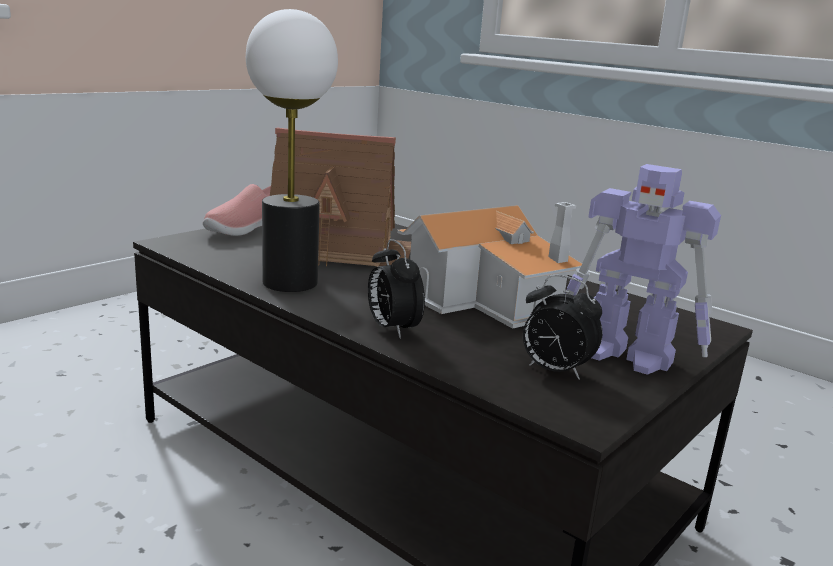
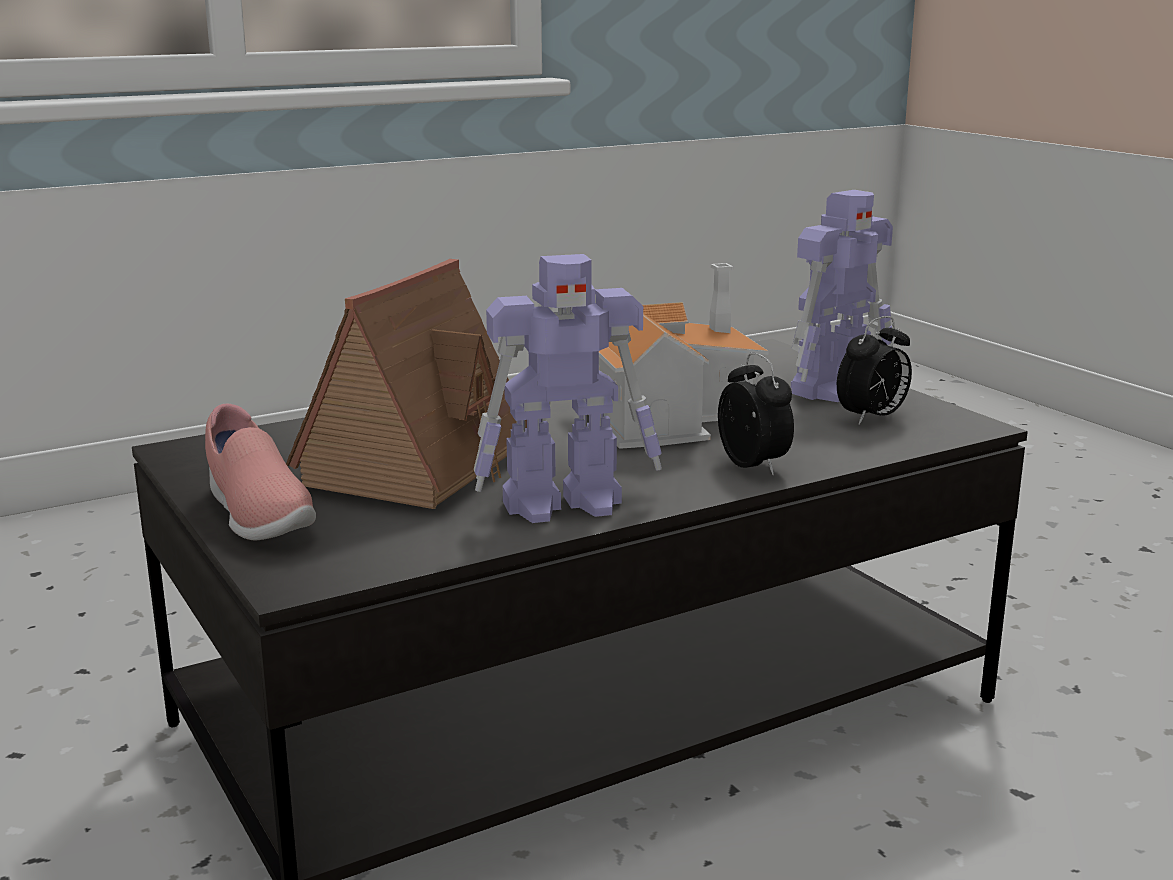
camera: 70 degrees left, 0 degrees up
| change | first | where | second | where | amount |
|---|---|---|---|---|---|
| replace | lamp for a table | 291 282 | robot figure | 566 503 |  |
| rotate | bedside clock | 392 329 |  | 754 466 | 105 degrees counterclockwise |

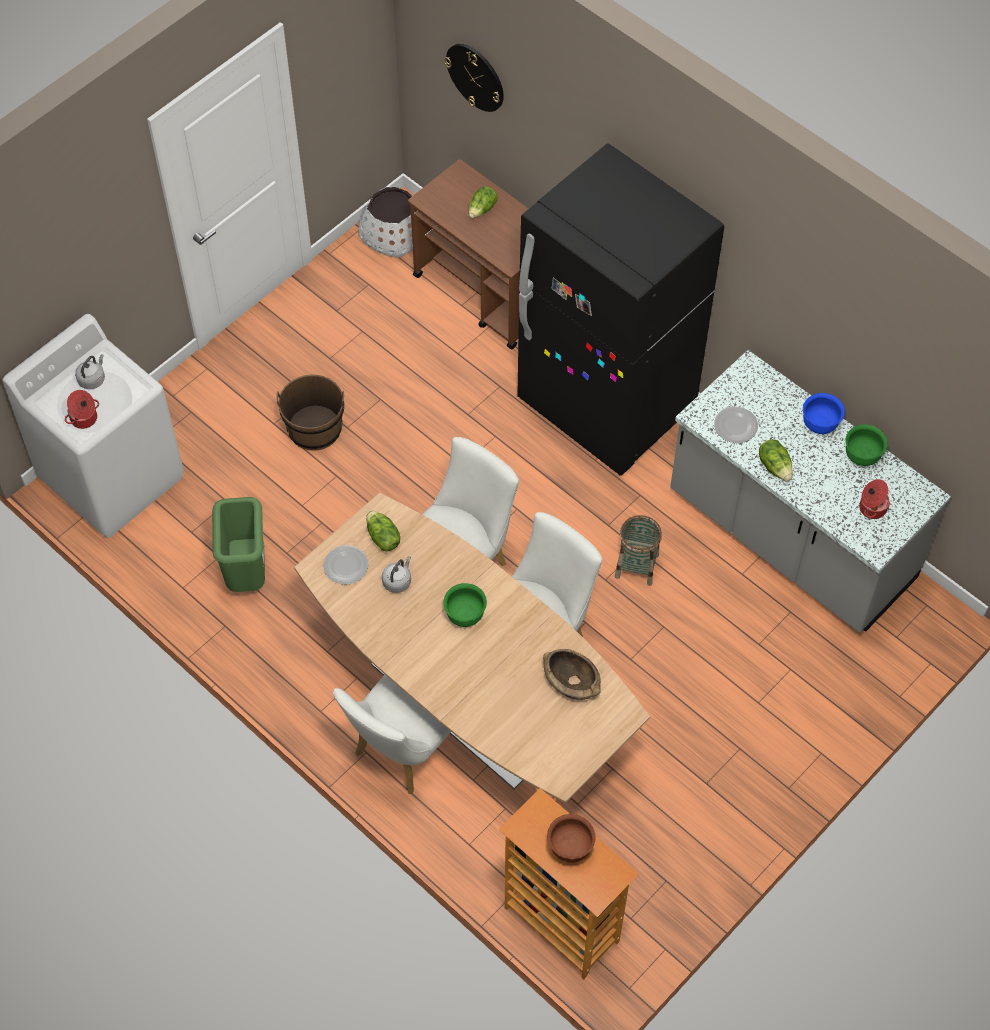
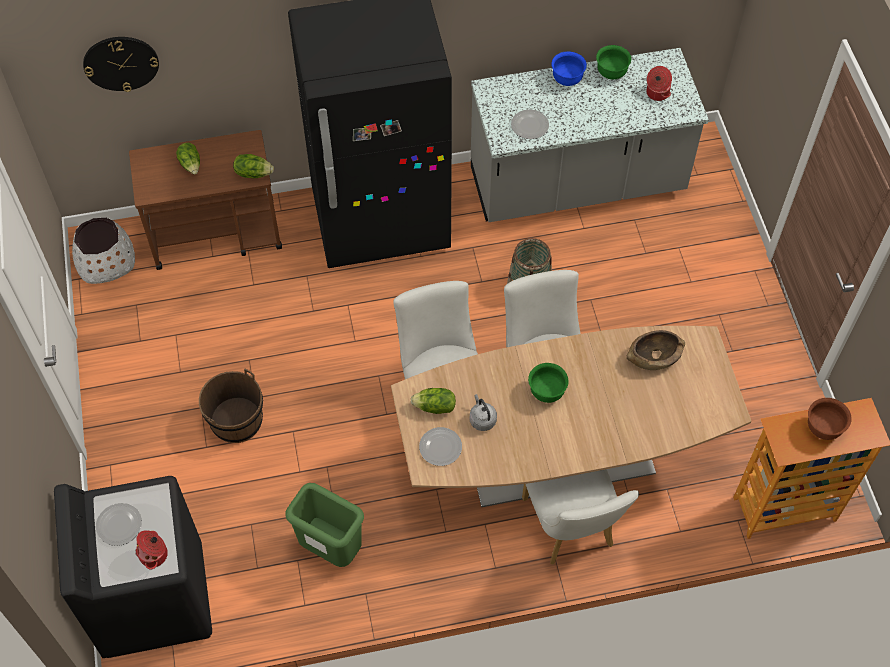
camera: 55 degrees left, 0 degrees up
| change | first | where | second | where | amount |
|---|---|---|---|---|---|
| recolor | laundry machine (white) | 113 477 | laundry machine (black-coloured) | 153 598 |  |
| replace | kettle (gray) | 92 379 | dinner plate | 118 525 |  |
| move | lettuce | 775 466 |  | 253 173 |  |

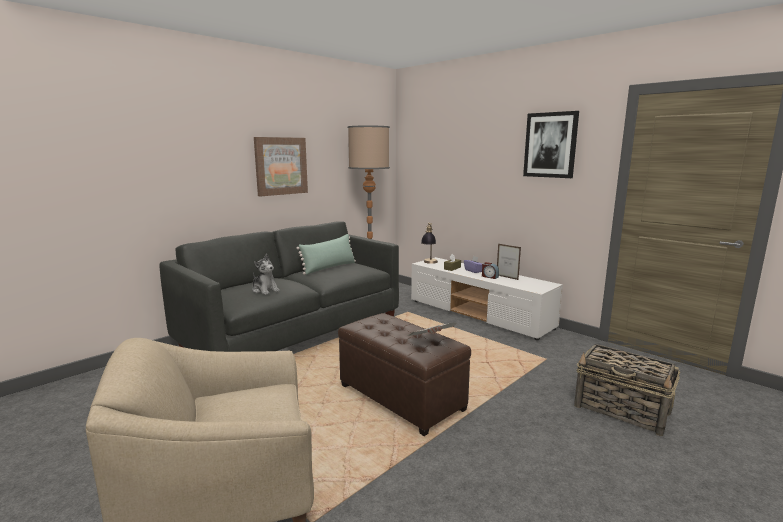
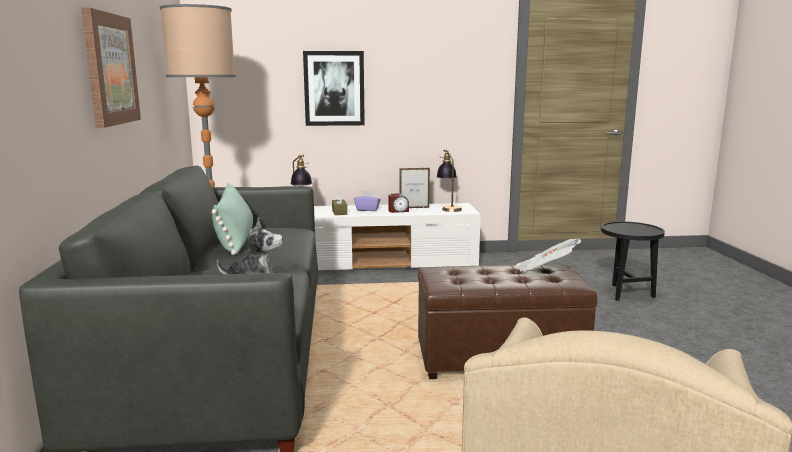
camera: 50 degrees left, 0 degrees up
| change | first | where | second | where | amount |
|---|---|---|---|---|---|
| move | wall art | 550 145 |  | 334 88 |  |
| insert |  |  | lamp for a table | 448 207 |  |
| replace | household basket | 622 410 | side table (black-coloured) | 625 292 |  |

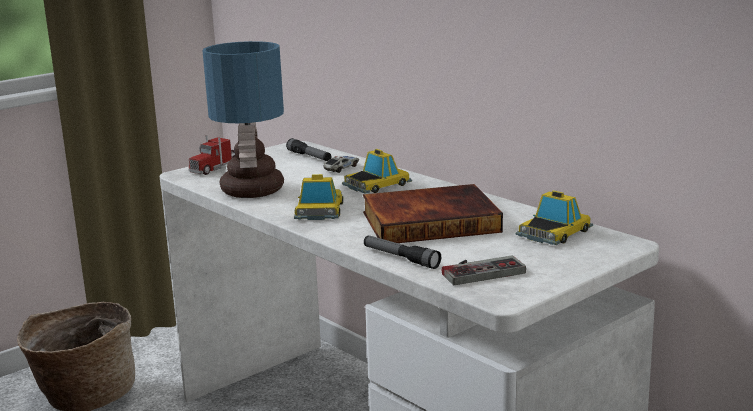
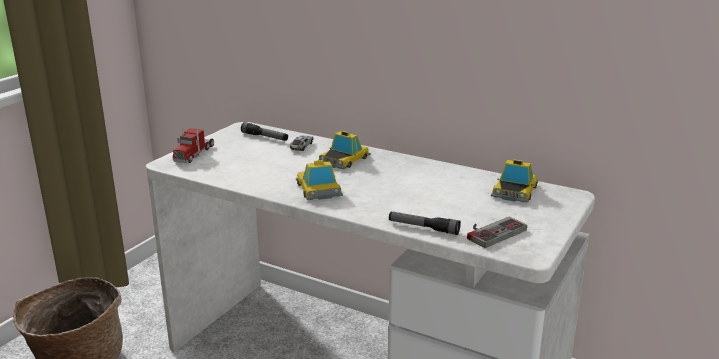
camera: 20 degrees left, 5 degrees up
| change | first | where | second | where | amount |
|---|---|---|---|---|---|
| delete | lamp for a table | 253 191 |  |  |  |
| delete | volume | 430 221 |  |  |  |

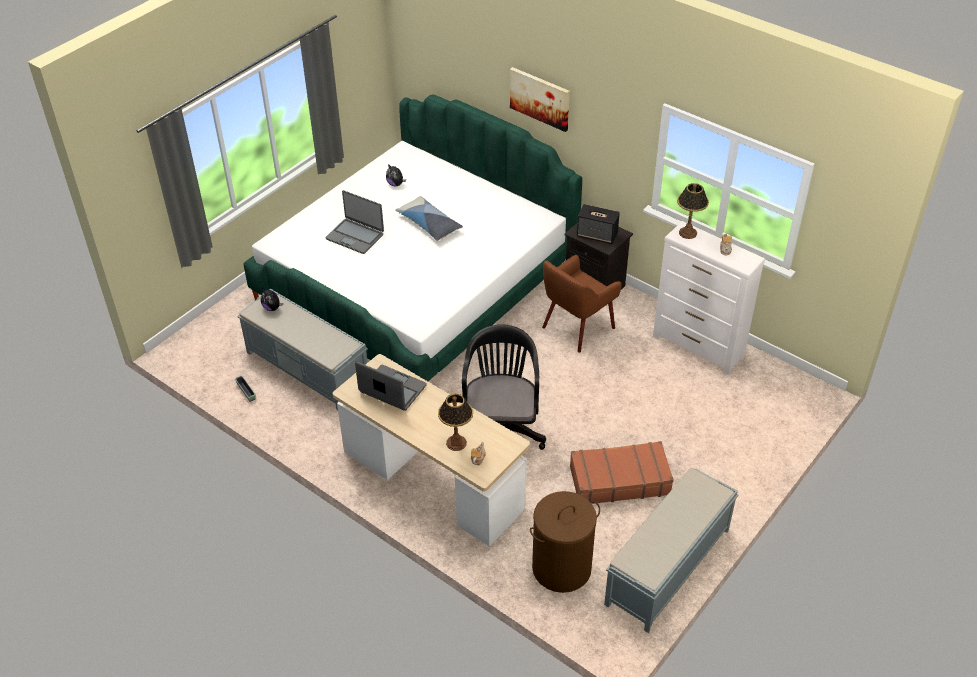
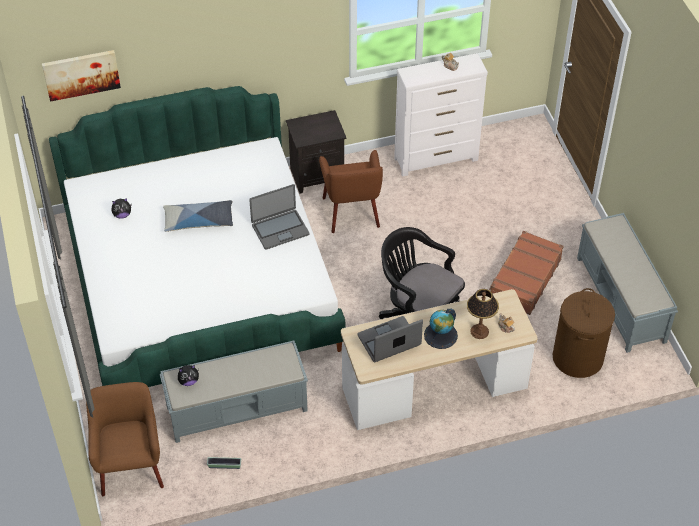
camera: 55 degrees left, 5 degrees up
| change | first | where | second | where | amount |
|---|---|---|---|---|---|
| move | wall art | 540 98 |  | 81 74 |  |
| insert |  |  | armchair (brownish) | 131 466 |  |
| move | portable computer | 355 236 |  | 280 229 |  |
| insert |  |  | globe | 440 335 |  |
| delete | loudspeaker | 597 235 |  |  |  |
| delete | lamp for a table | 688 233 |  |  |  |

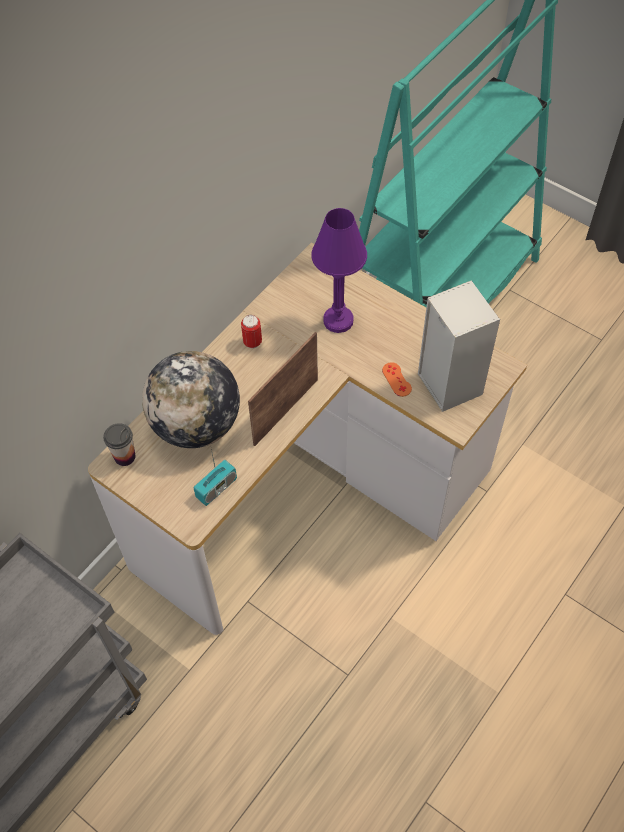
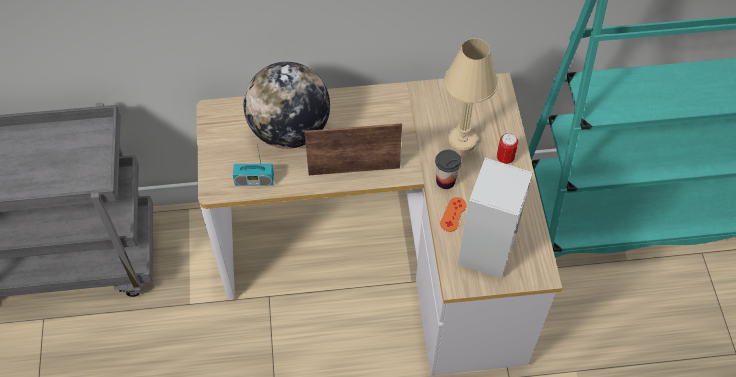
camera: 45 degrees right, 0 degrees up
| change | first | where | second | where | amount |
|---|---|---|---|---|---|
| move | small cup | 125 456 |  | 445 181 |  |
| recolor | lamp for a table (purple-coloured) | 338 320 | lamp for a table (beige-coloured) | 462 141 |  |
| move | metal can | 252 342 |  | 505 158 |  |

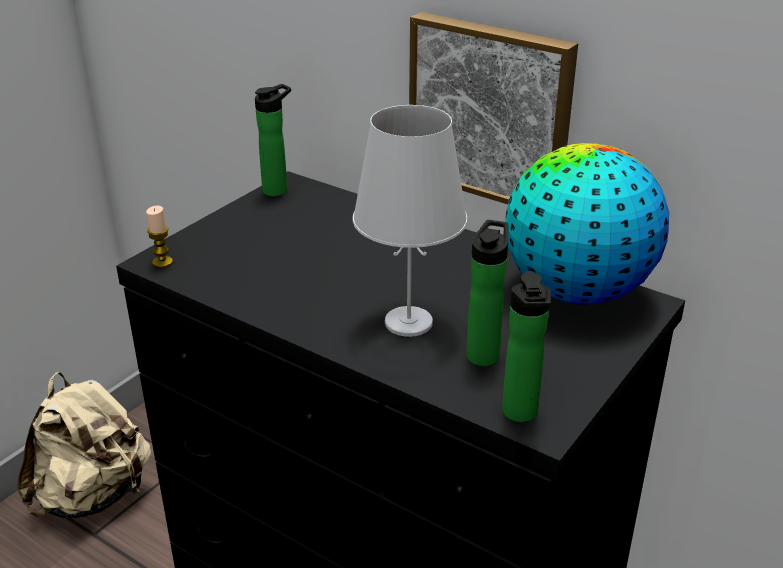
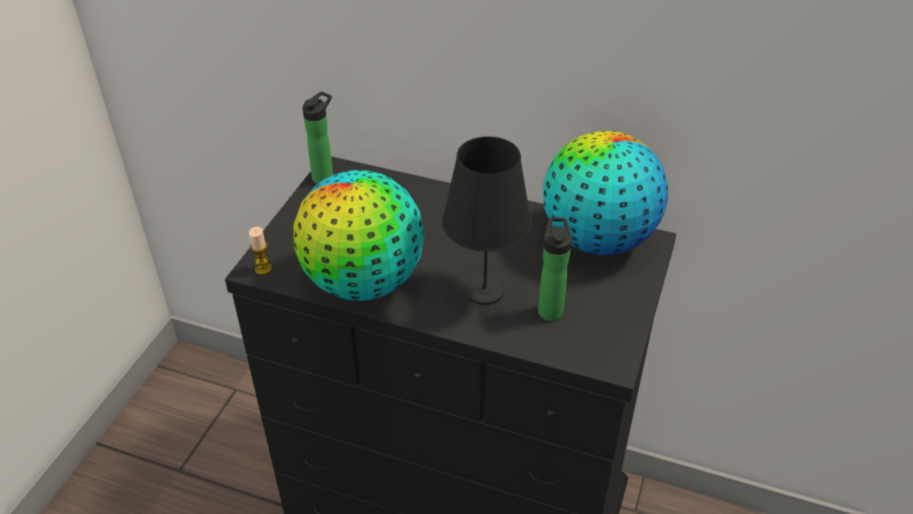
camera: 15 degrees left, 10 degrees up
| change | first | where | second | where | amount |
|---|---|---|---|---|---|
| insert |  |  | globe | 364 282 |  |
| recolor | lamp for a table (white) | 409 322 | lamp for a table (black-coloured) | 485 291 |  |
| delete | rucksack (beige-coloured) | 93 495 |  |  |  |
| delete | wall art | 491 111 |  |  |  |
| delete | bottle | 520 415 |  |  |  |

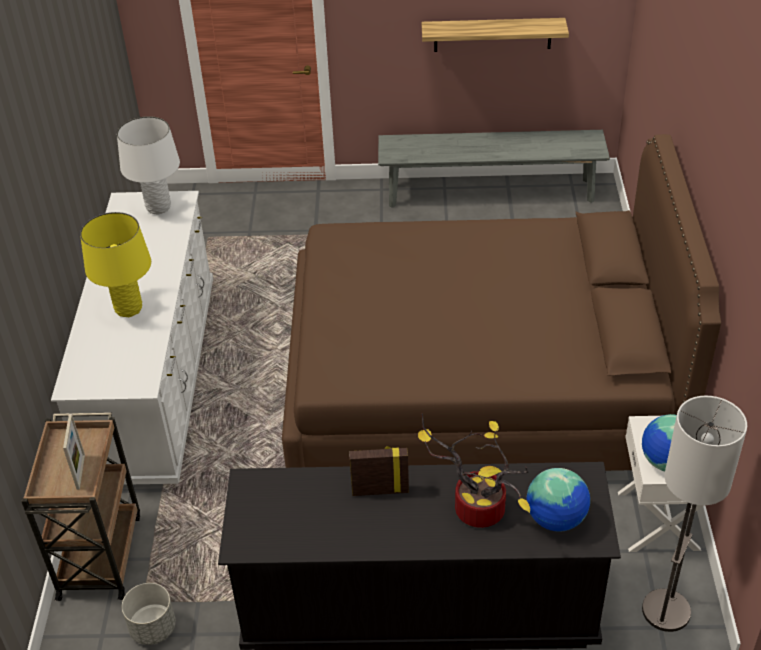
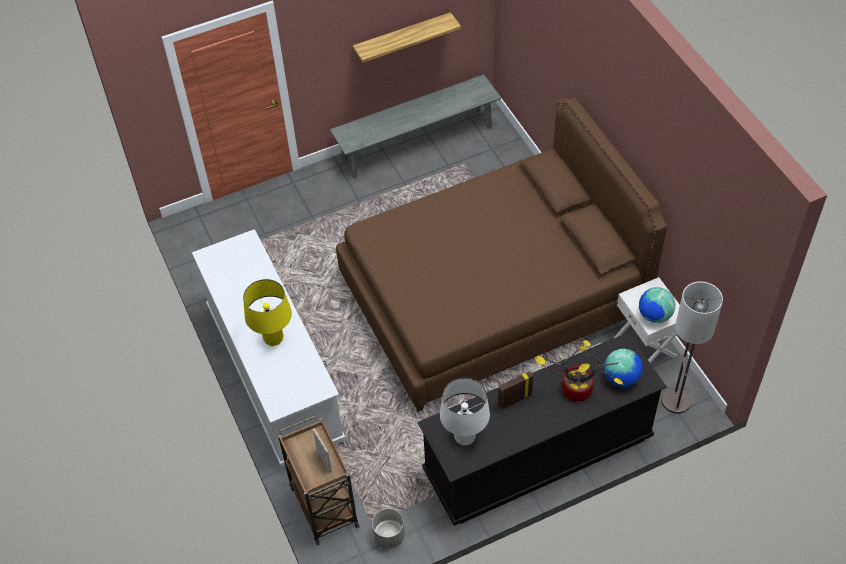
camera: 25 degrees left, 10 degrees up
| change | first | where | second | where | amount |
|---|---|---|---|---|---|
| move | lamp for a table (white) | 158 207 |  | 465 437 |  |

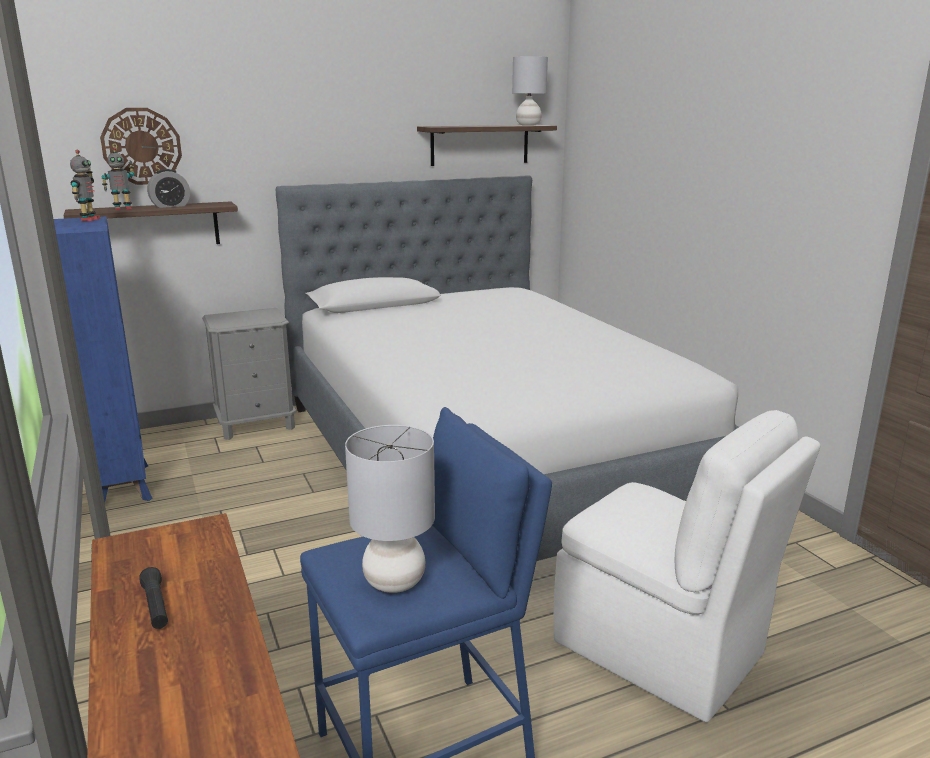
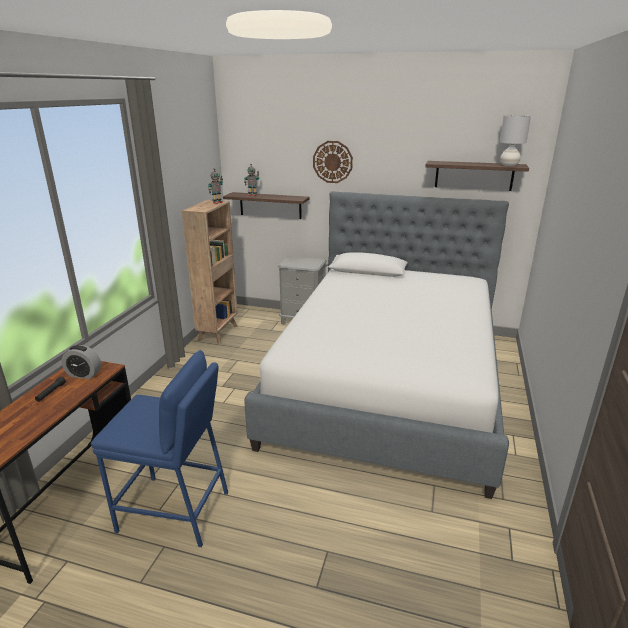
camera: 40 degrees right, 5 degrees up
| change | first | where | second | where | amount |
|---|---|---|---|---|---|
| move | bedside clock | 170 206 |  | 84 374 |  |
| recolor | bookcase (bluish) | 123 485 | bookcase (brownish) | 218 332 |  |
| move | clock on the wall | 141 146 |  | 332 162 |  |
| delete | lamp for a table (gray) | 395 582 |  |  |  |
| delete | upright chair (white) | 662 650 |  |  |  |

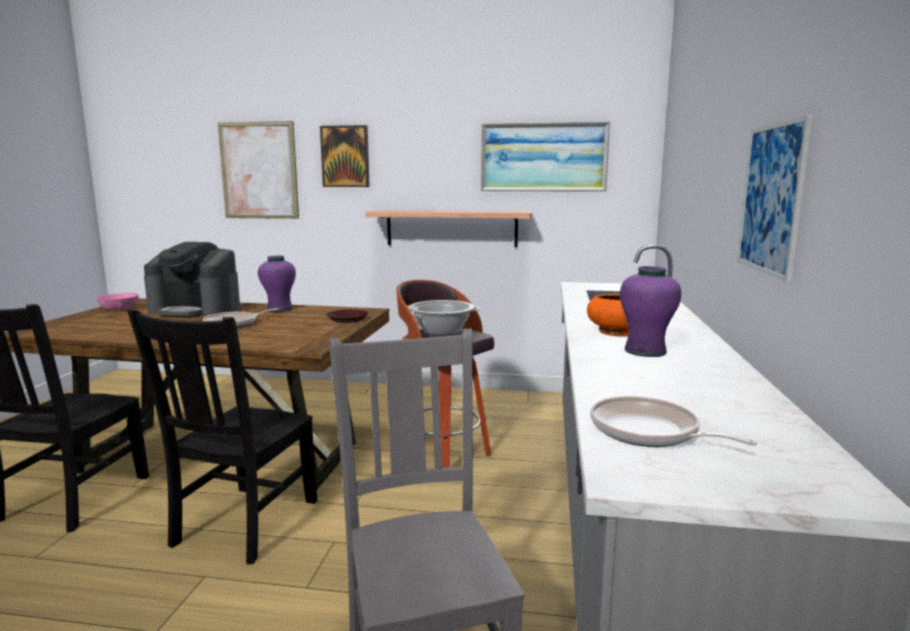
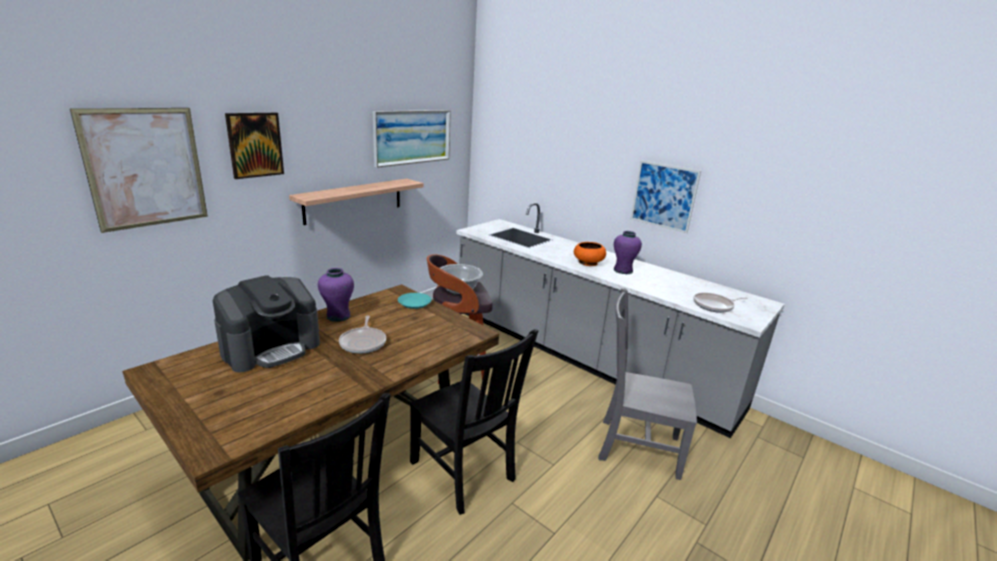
camera: 60 degrees left, 10 degrees up
| change | first | where | second | where | amount |
|---|---|---|---|---|---|
| recolor | dinner plate (brownish) | 348 319 | dinner plate (turquoise) | 414 303 |  |
| delete | deep dish (pink) | 119 309 |  |  |  |

